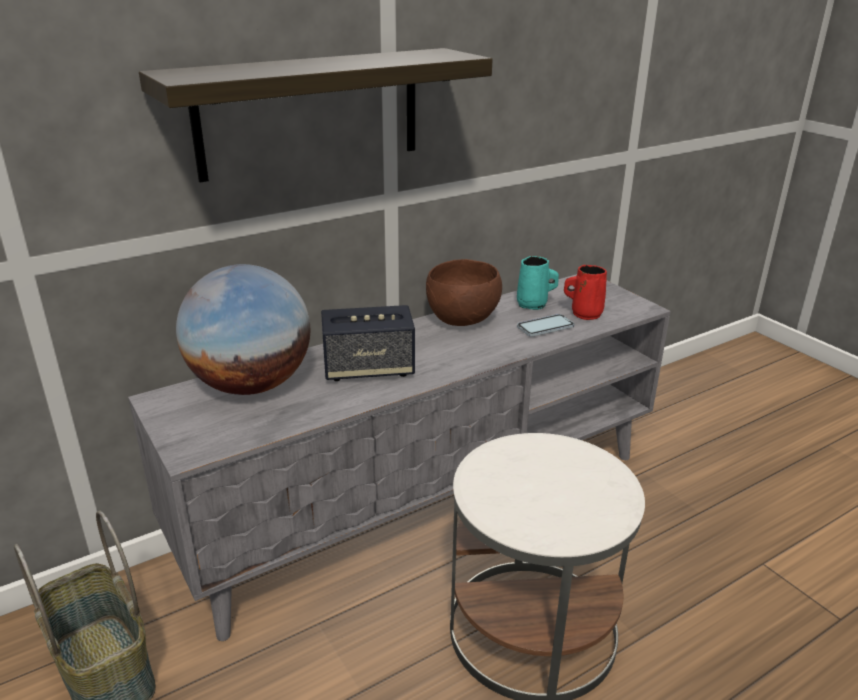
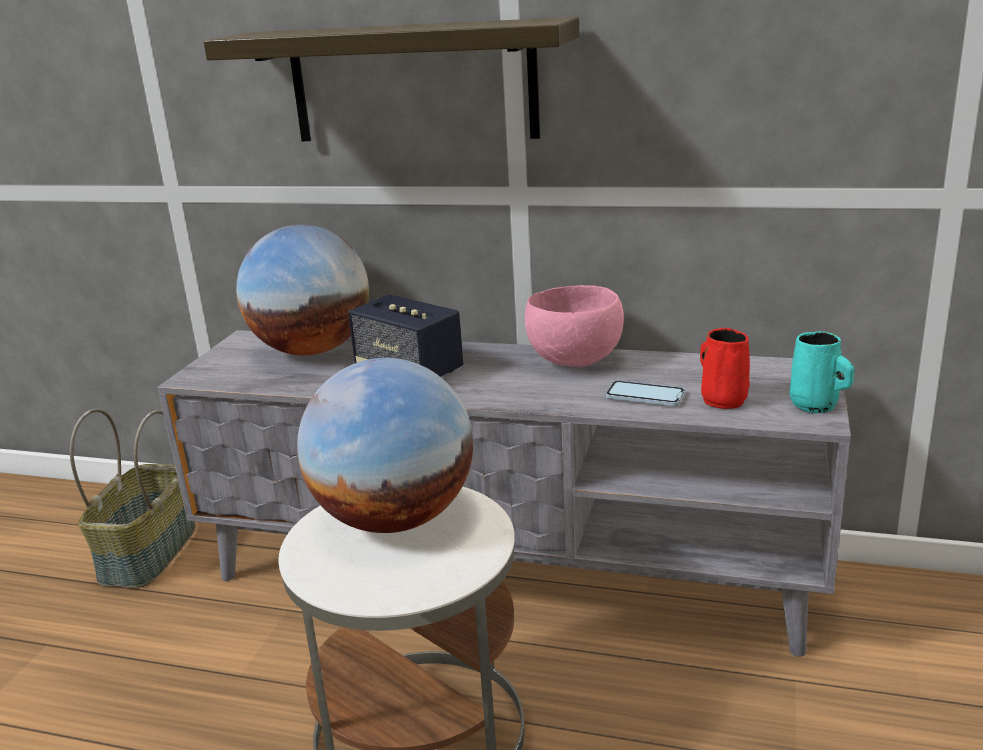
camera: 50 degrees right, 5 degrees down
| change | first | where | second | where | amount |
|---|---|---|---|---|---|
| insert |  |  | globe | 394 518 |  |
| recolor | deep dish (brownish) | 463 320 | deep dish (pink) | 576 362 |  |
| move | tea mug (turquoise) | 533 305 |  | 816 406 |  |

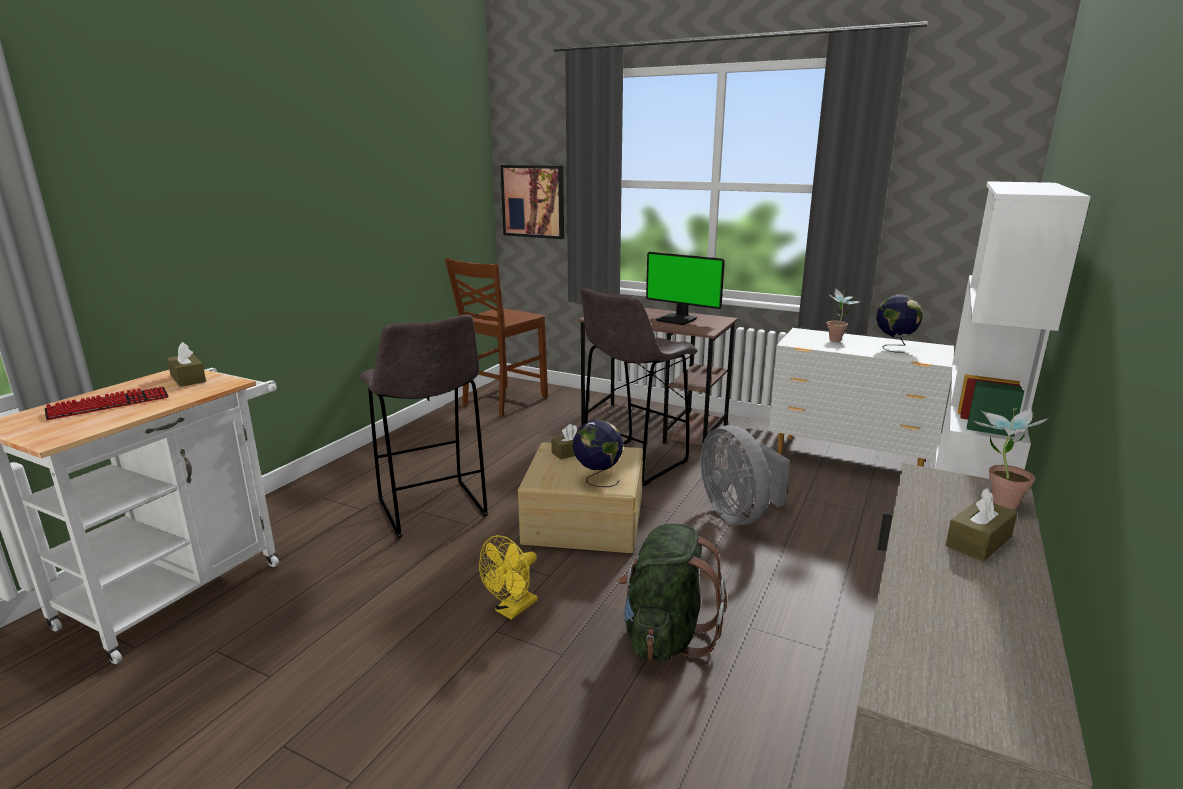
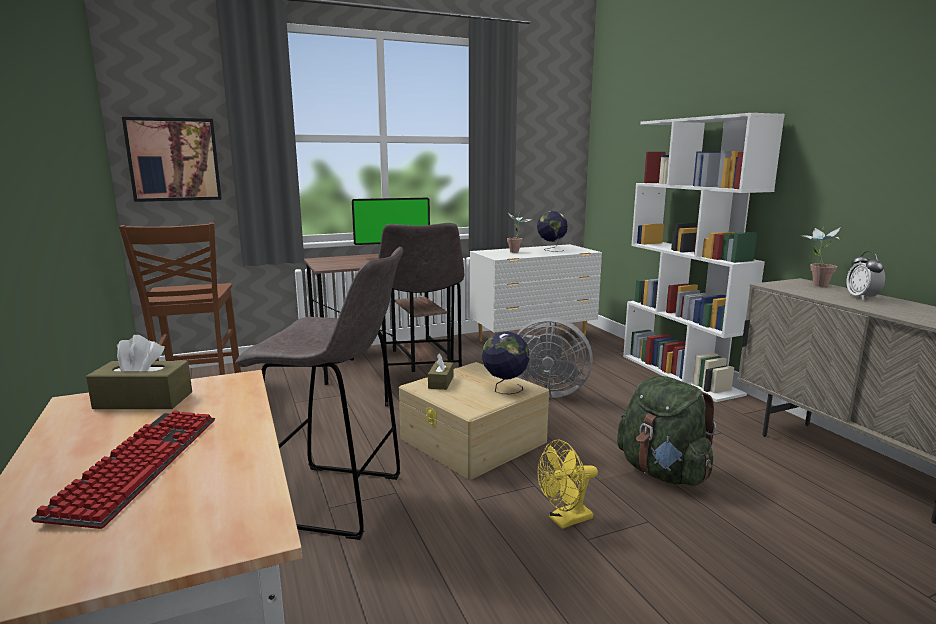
camera: 50 degrees left, 5 degrees down
| change | first | where | second | where | amount |
|---|---|---|---|---|---|
| rotate | electric fan (yellow-coloured) | 512 610 |  | 565 520 | 75 degrees clockwise |
| replace | tissue holder (brownish) | 978 541 | bedside clock | 862 298 |  |

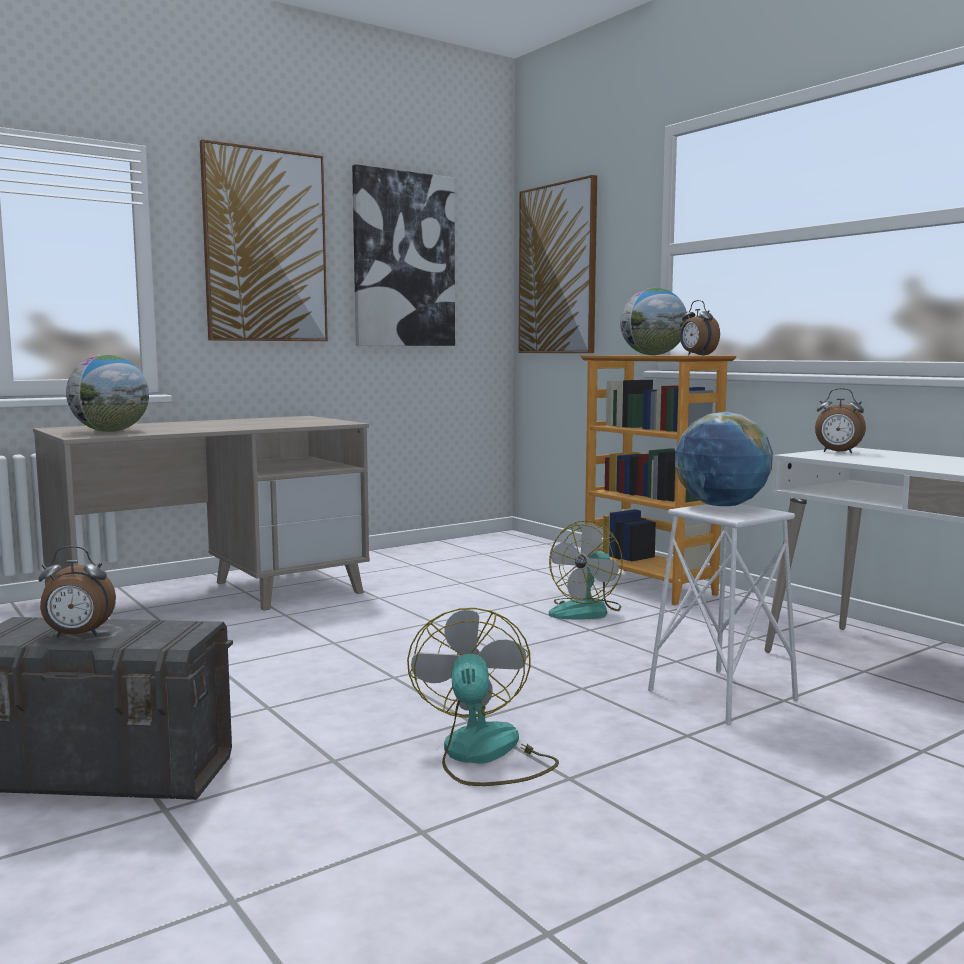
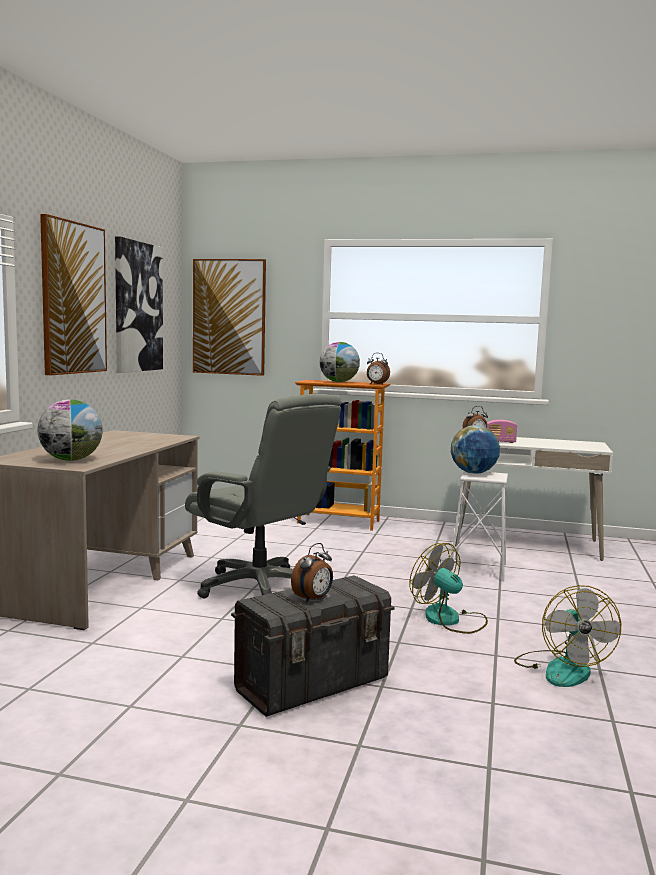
camera: 40 degrees left, 0 degrees up
| change | first | where | second | where | amount |
|---|---|---|---|---|---|
| insert |  |  | desk chair (gray) | 260 588 |  |
| insert |  |  | radio | 500 442 |  |
| move | electric fan | 586 610 |  | 562 668 |  |

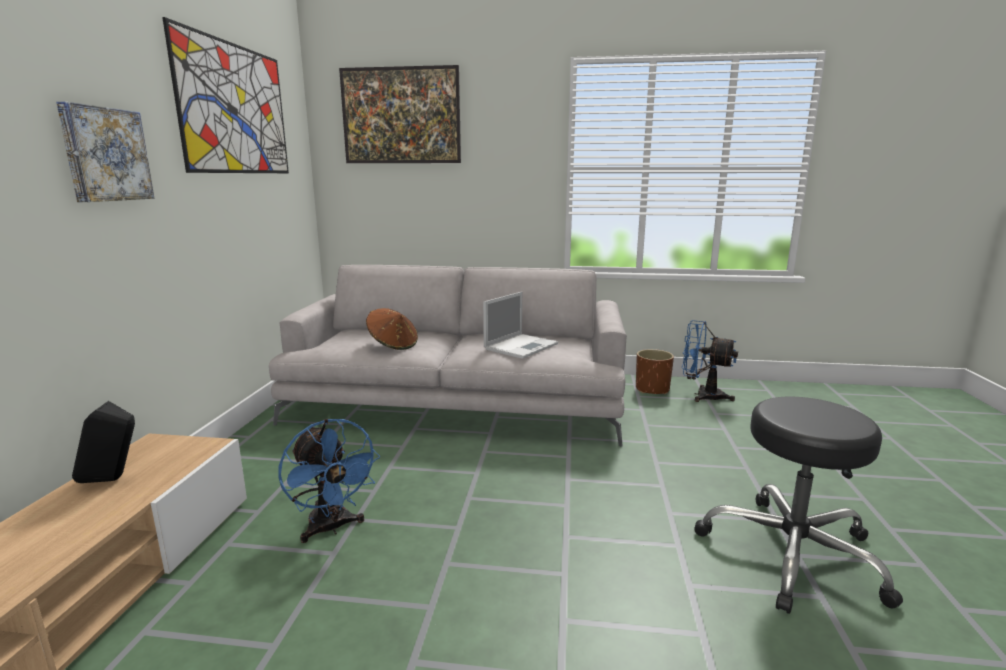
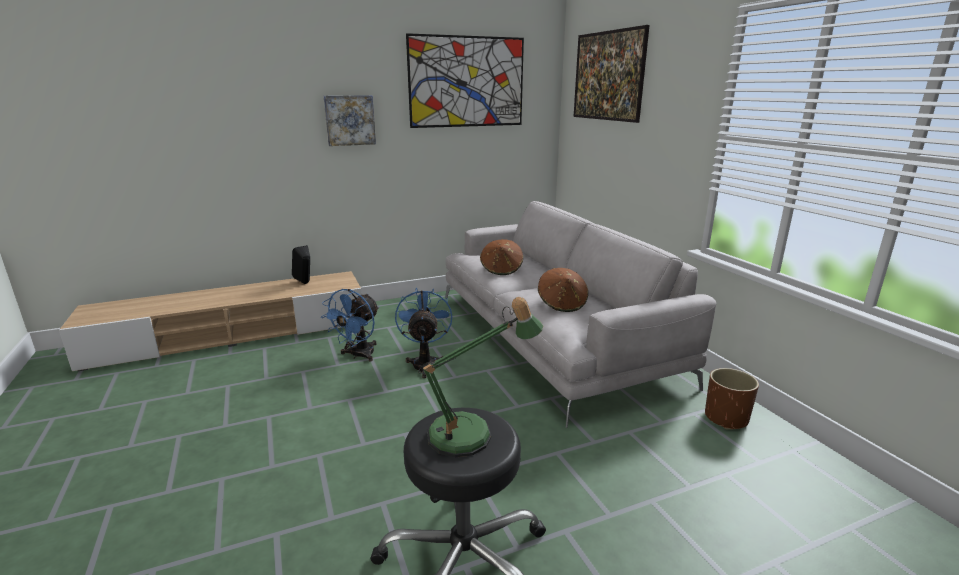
camera: 60 degrees right, 5 degrees up
| change | first | where | second | where | amount |
|---|---|---|---|---|---|
| move | electric fan (bluish) | 702 395 |  | 425 362 |  |
| insert |  |  | lamp for a table | 471 434 |  |
| replace | portable computer | 521 346 | wearable hat (brownish) | 562 304 |  |

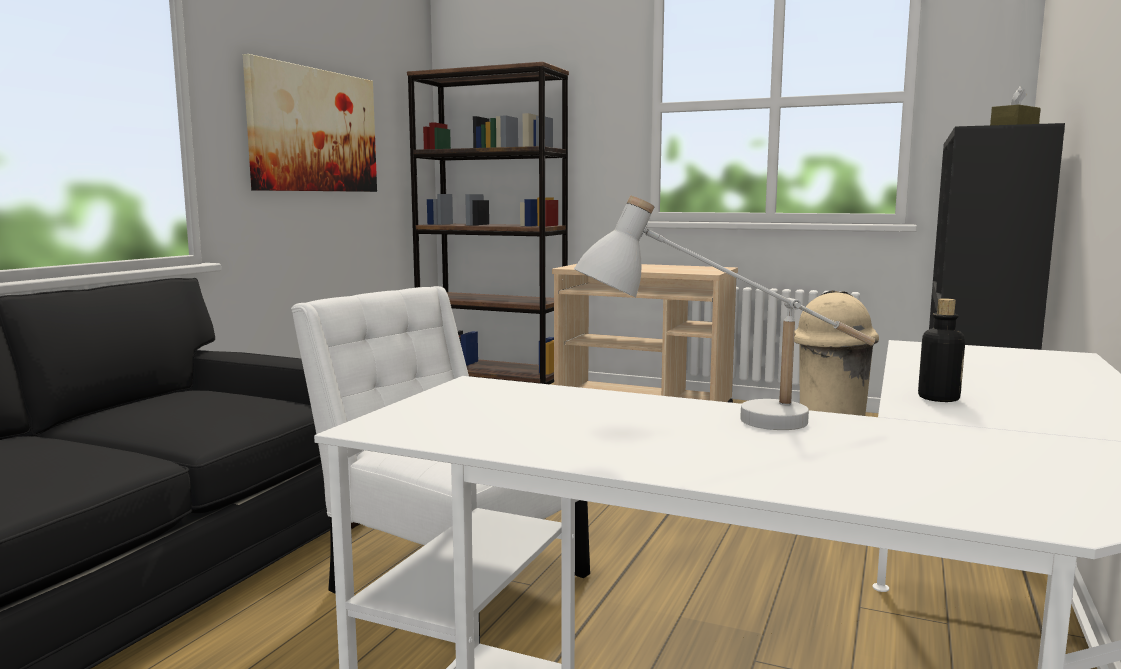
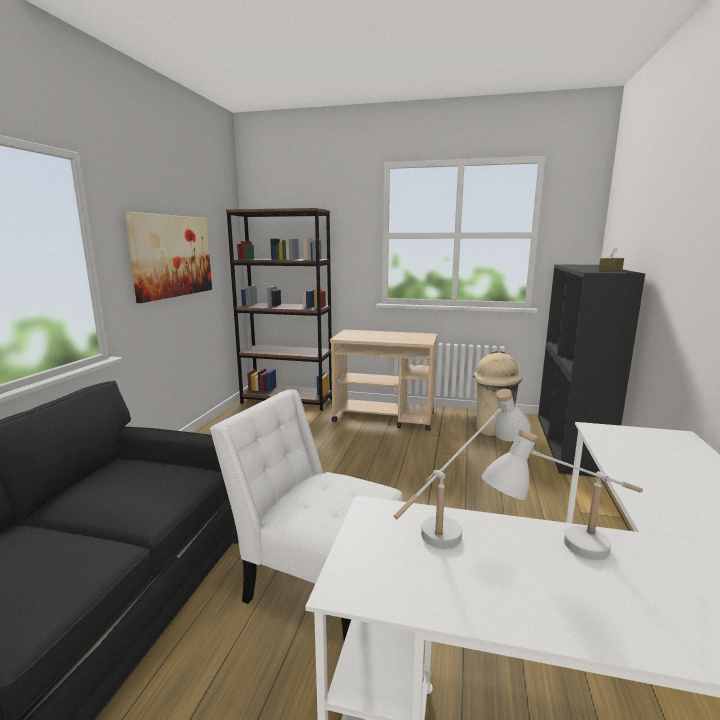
camera: 10 degrees left, 5 degrees up
| change | first | where | second | where | amount |
|---|---|---|---|---|---|
| insert |  |  | lamp for a table (white) | 461 524 |  |
| delete | bottle | 938 398 |  |  |  |

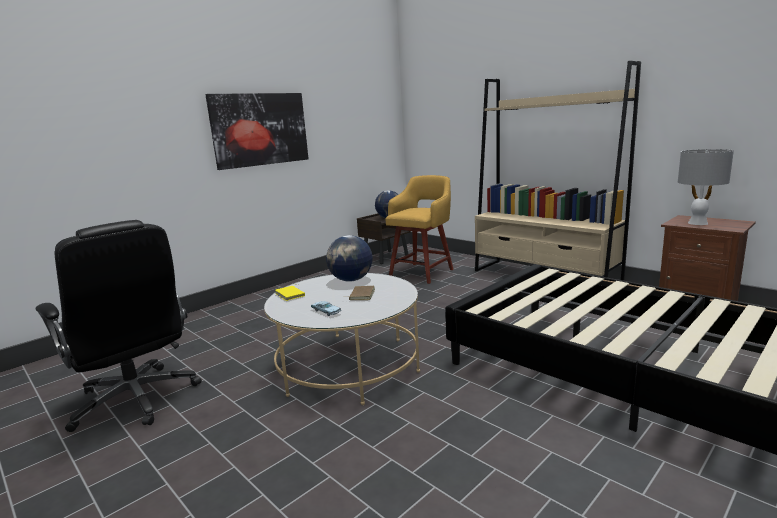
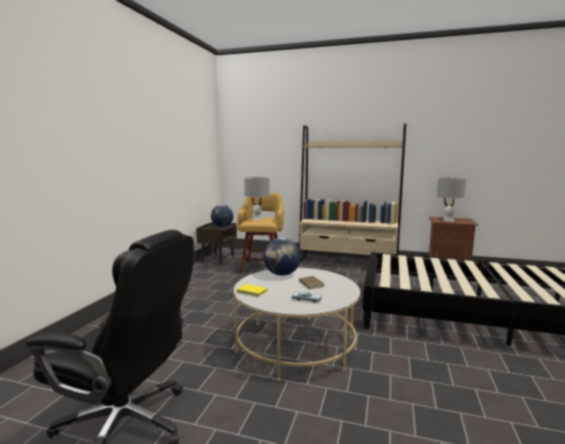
camera: 30 degrees left, 5 degrees down
| change | first | where | second | where | amount |
|---|---|---|---|---|---|
| insert |  |  | lamp for a table (gray) | 257 219 |  |
| delete | wall art | 260 129 |  |  |  |

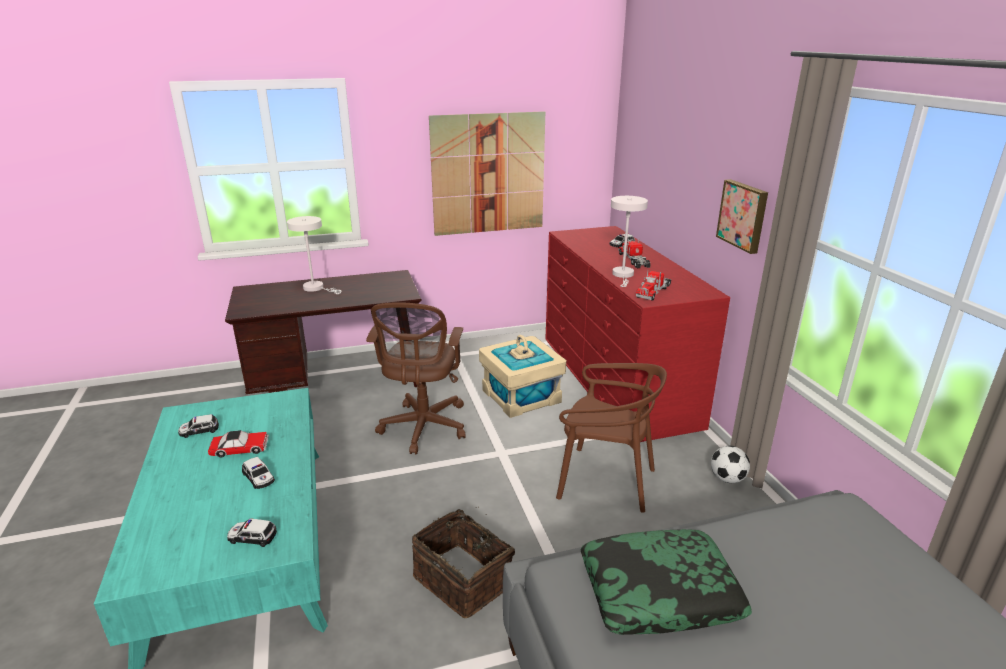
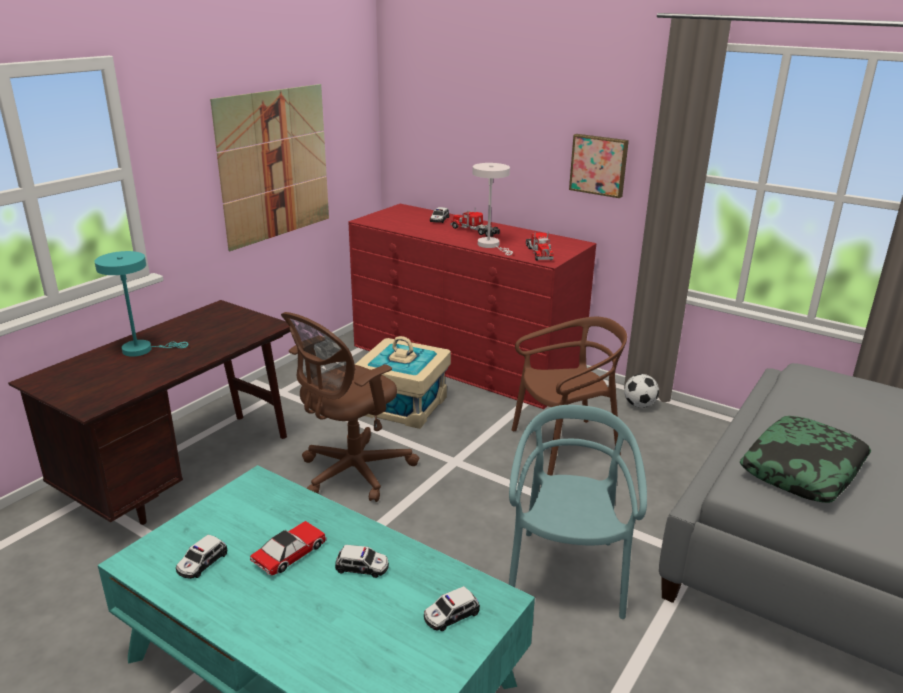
camera: 40 degrees left, 0 degrees up
| change | first | where | second | where | amount |
|---|---|---|---|---|---|
| recolor | lamp for a table (white) | 316 288 | lamp for a table (turquoise) | 143 349 |  |
| rotate | desk chair (brownish) | 423 428 |  | 351 473 | 75 degrees clockwise |
| replace | household basket | 463 579 | upright chair (turquoise) | 566 574 |  |

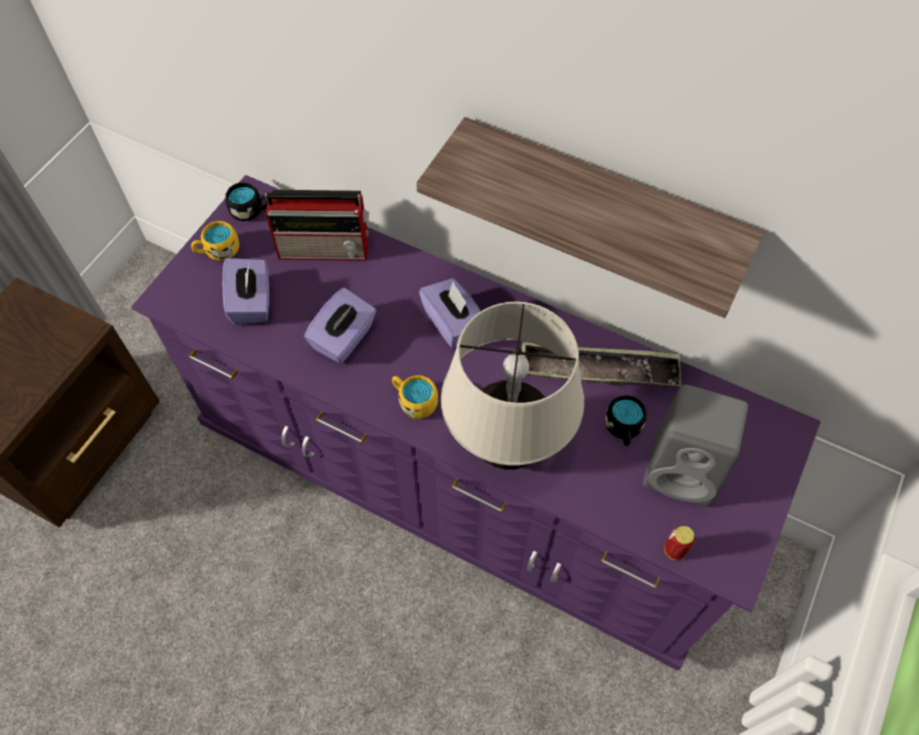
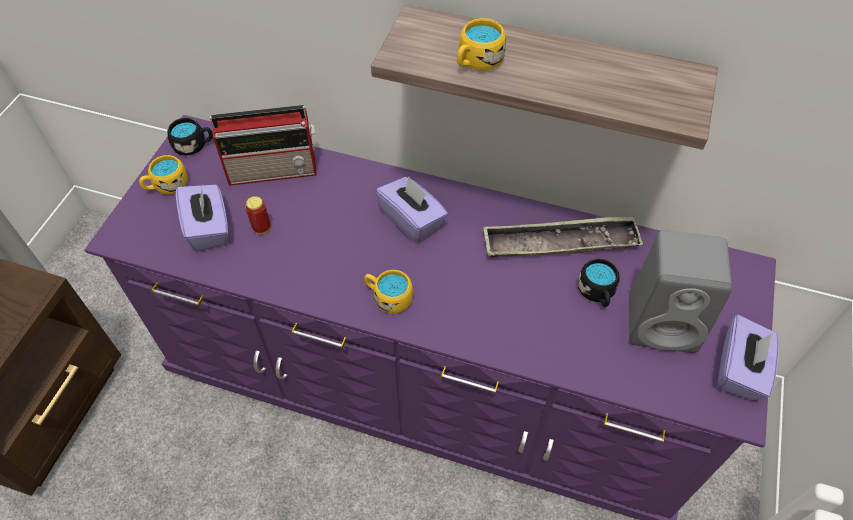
camera: 10 degrees left, 5 degrees down
| change | first | where | second | where | amount |
|---|---|---|---|---|---|
| move | metal can | 674 550 |  | 262 228 |  |
| insert |  |  | tea mug (yellow-coloured) | 476 62 |  |
| move | tissue holder (purple-coloured) | 344 339 |  | 740 370 |  |
| delete | lamp for a table (beige-coloured) | 506 445 |  |  |  |

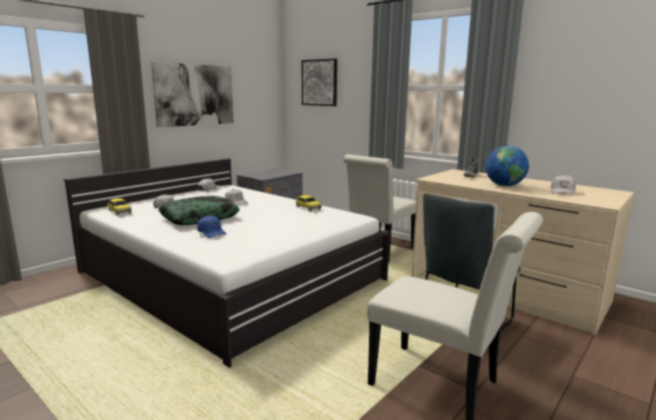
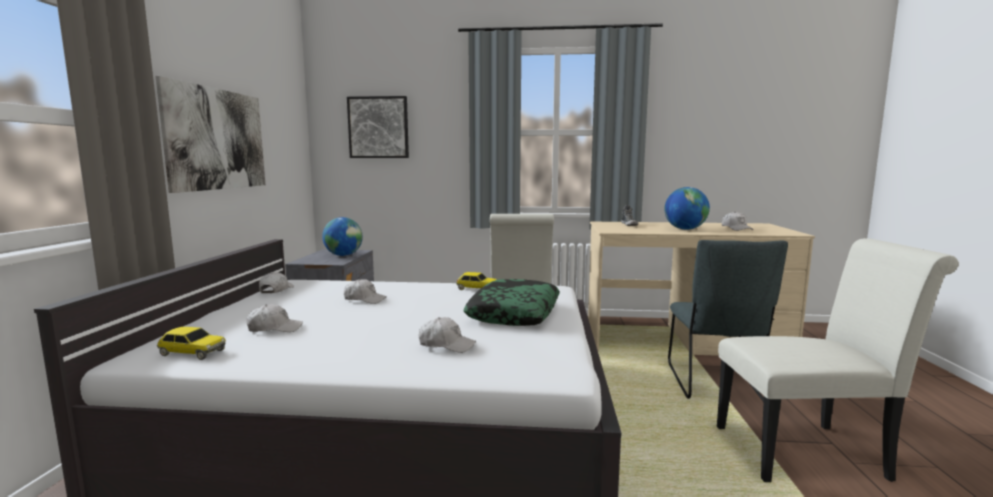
camera: 35 degrees left, 5 degrees down
| change | first | where | second | where | amount |
|---|---|---|---|---|---|
| insert |  |  | globe | 343 255 |  |
| recolor | cap (bluish) | 211 232 | cap (white) | 446 345 |  |
| move | cushion | 199 218 |  | 514 313 |  |

